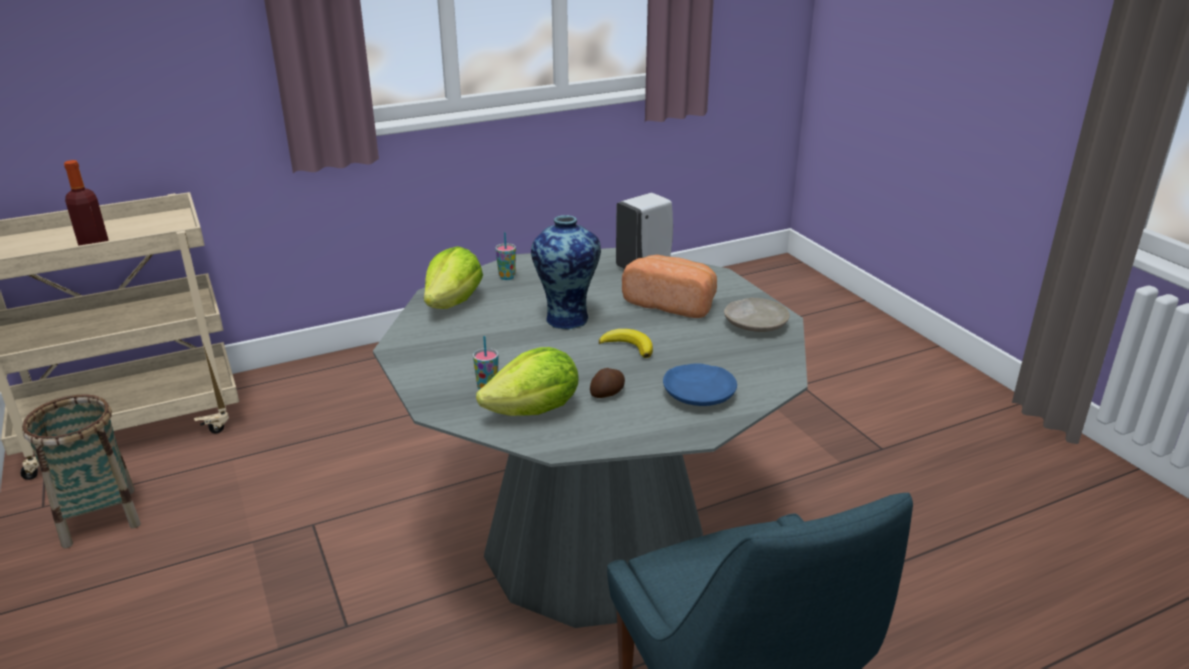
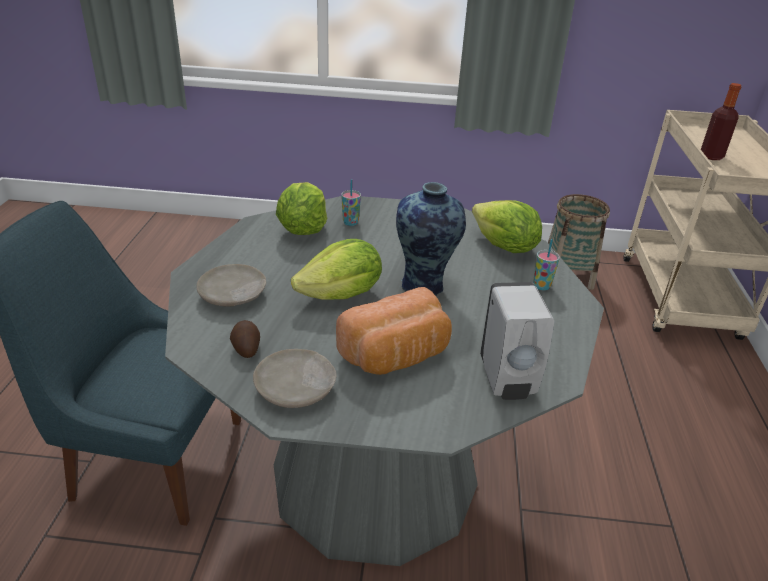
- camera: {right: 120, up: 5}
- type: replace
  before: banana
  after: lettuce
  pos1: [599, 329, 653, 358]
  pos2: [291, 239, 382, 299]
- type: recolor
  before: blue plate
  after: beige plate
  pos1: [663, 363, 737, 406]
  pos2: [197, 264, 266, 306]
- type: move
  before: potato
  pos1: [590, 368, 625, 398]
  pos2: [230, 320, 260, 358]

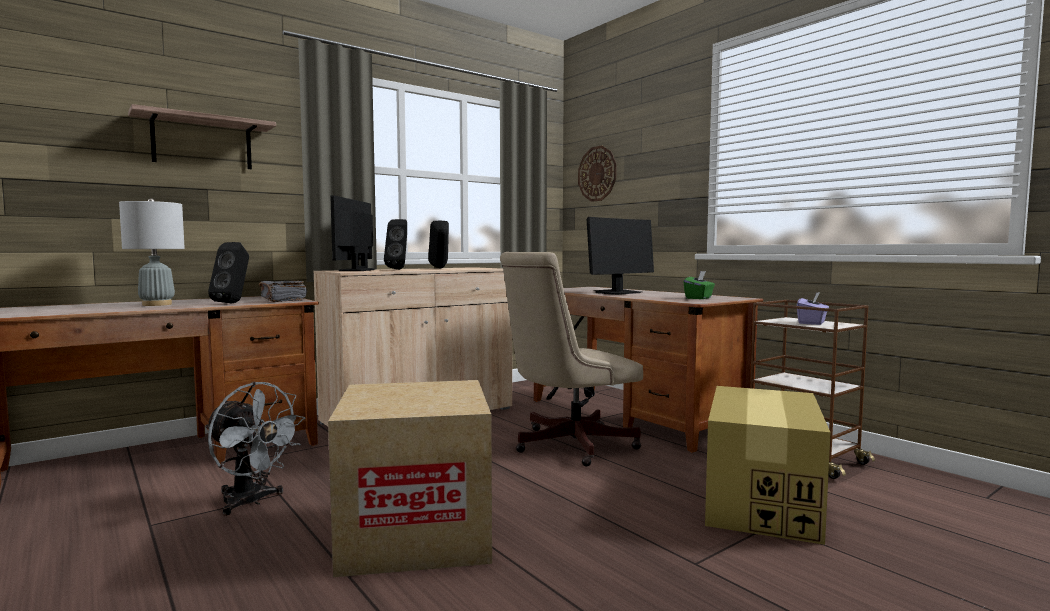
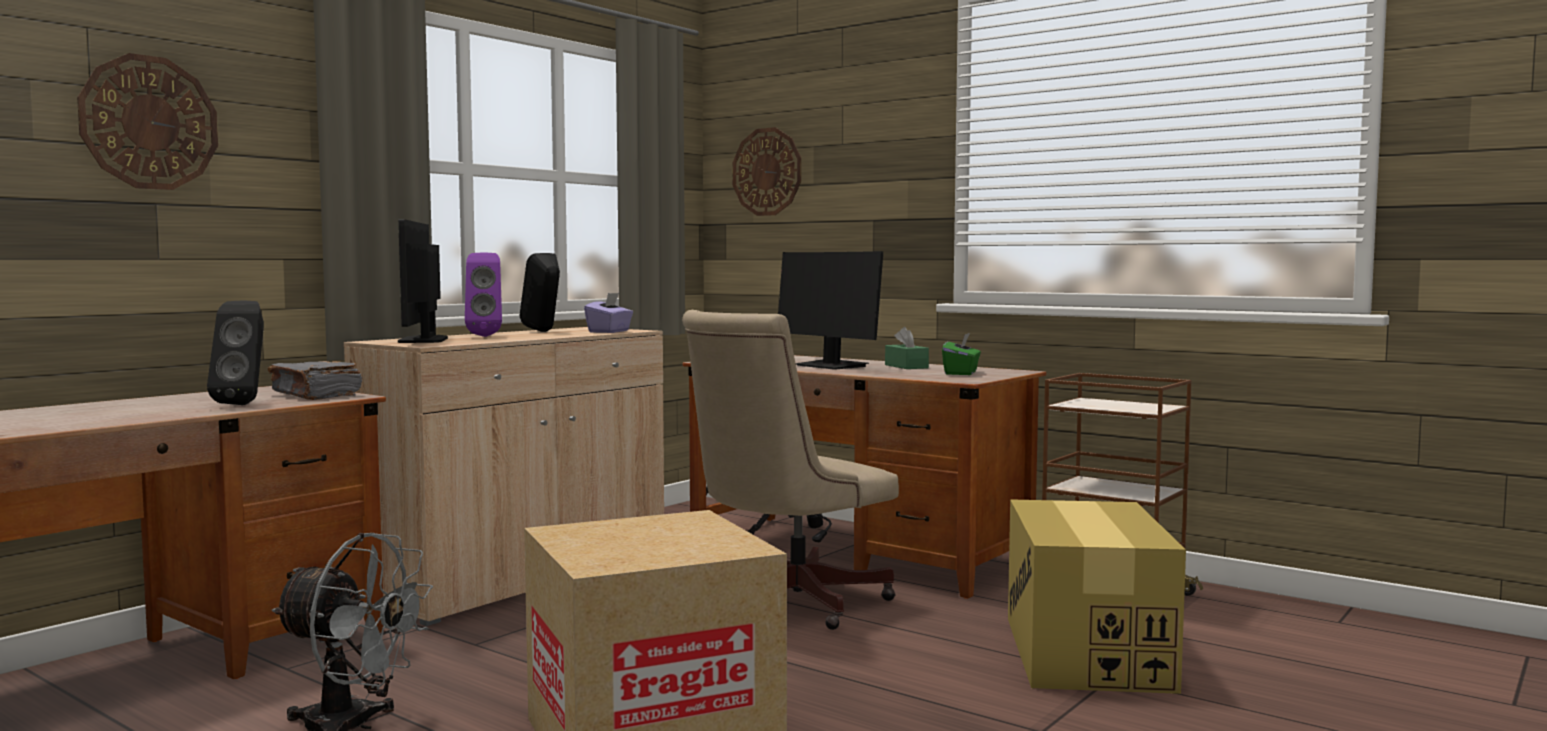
- camera: {right: -15, up: 0}
- type: replace
  before: shelf
  after: wall clock
  pos1: [128, 104, 276, 169]
  pos2: [77, 53, 218, 190]
- type: delete
  before: grey table lamp
  pos1: [119, 198, 185, 306]
- type: rotate
  before: monitor
  pos1: [587, 217, 654, 295]
  pos2: [778, 251, 883, 370]
  turn: 105
- type: recolor
  before: black speaker
  after: purple speaker
  pos1: [384, 219, 407, 270]
  pos2: [465, 253, 502, 337]
- type: move
  before: purple tissue box
  pos1: [797, 292, 829, 325]
  pos2: [584, 293, 633, 333]
- type: insert
  after: green tissue box
  pos2: [885, 327, 929, 369]

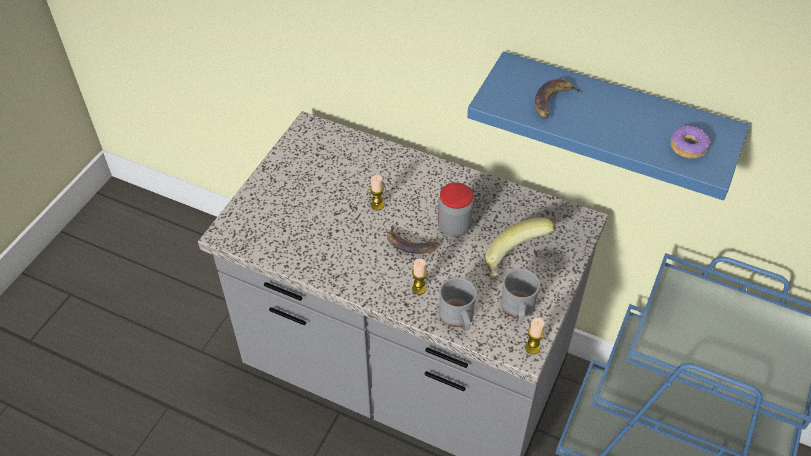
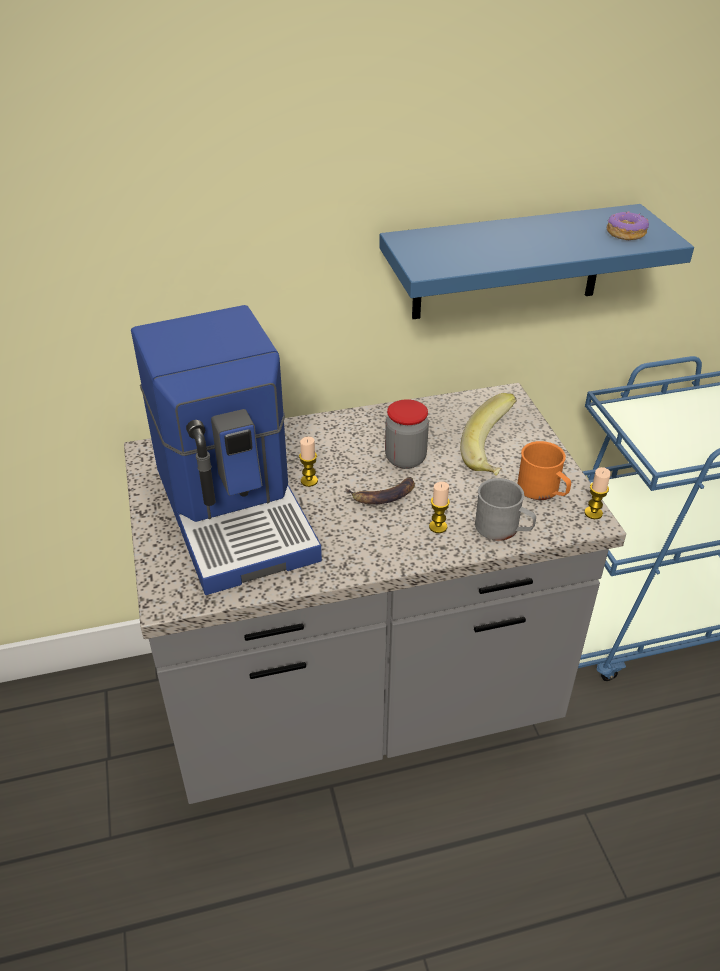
- camera: {right: -40, up: -10}
- type: delete
  before: banana
  pos1: [535, 79, 585, 119]
- type: recolor
  before: grey mug
  after: orange mug
  pos1: [501, 268, 540, 322]
  pos2: [517, 441, 571, 500]
- type: insert
  after: coffee machine
  pos2: [131, 305, 322, 595]

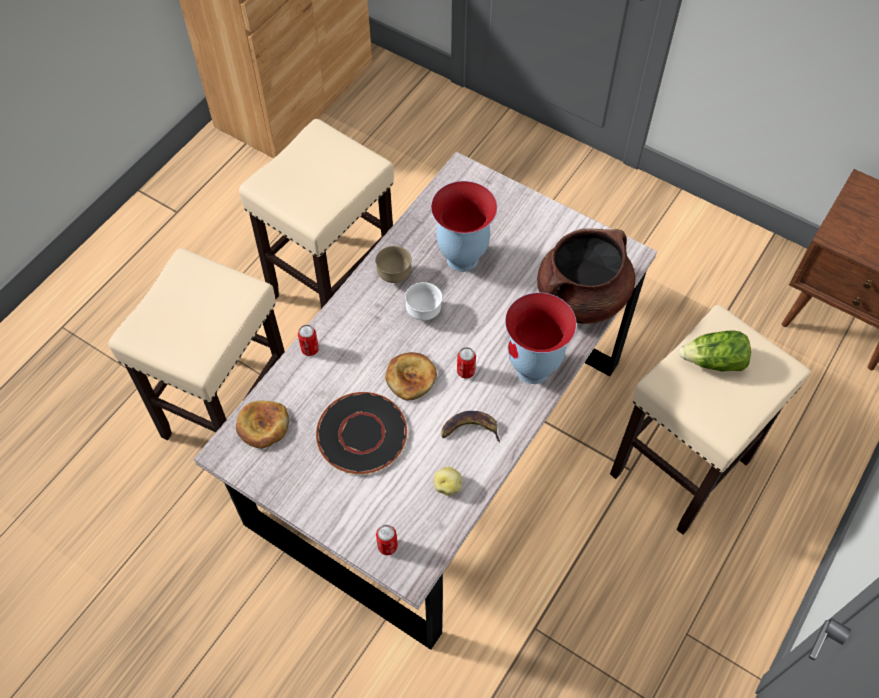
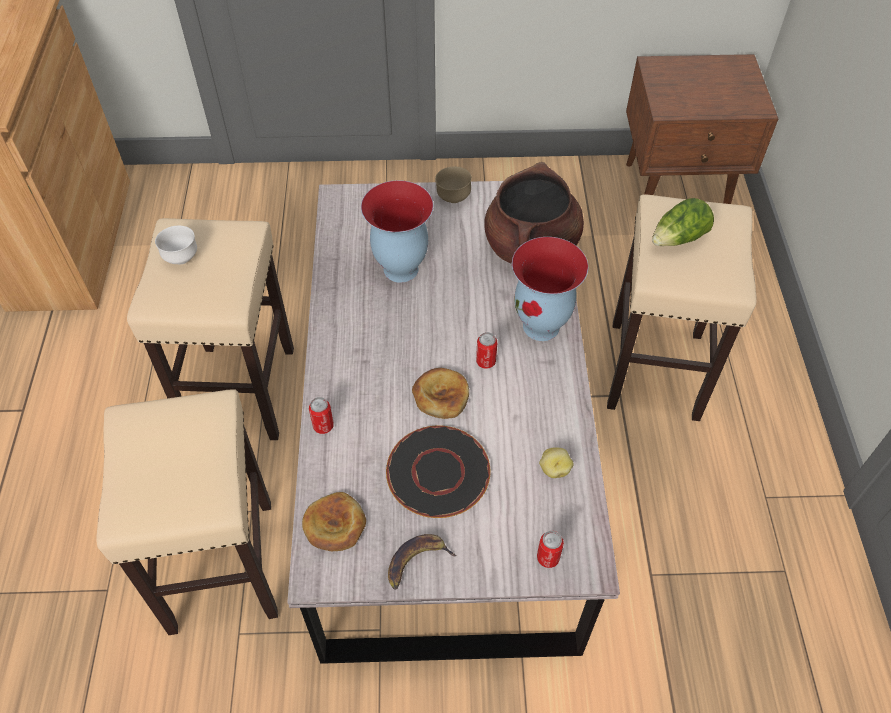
- camera: {right: -35, up: -5}
- type: move
  before: brown bowl
  pos1: [375, 246, 412, 283]
  pos2: [435, 167, 472, 203]
- type: move
  before: white bowl
  pos1: [405, 282, 442, 321]
  pos2: [155, 226, 197, 264]
- type: move
  before: banana
  pos1: [441, 411, 500, 442]
  pos2: [388, 534, 457, 590]

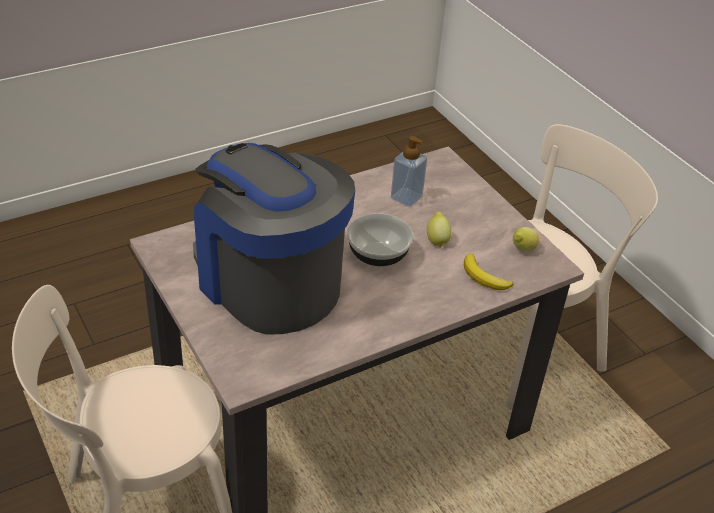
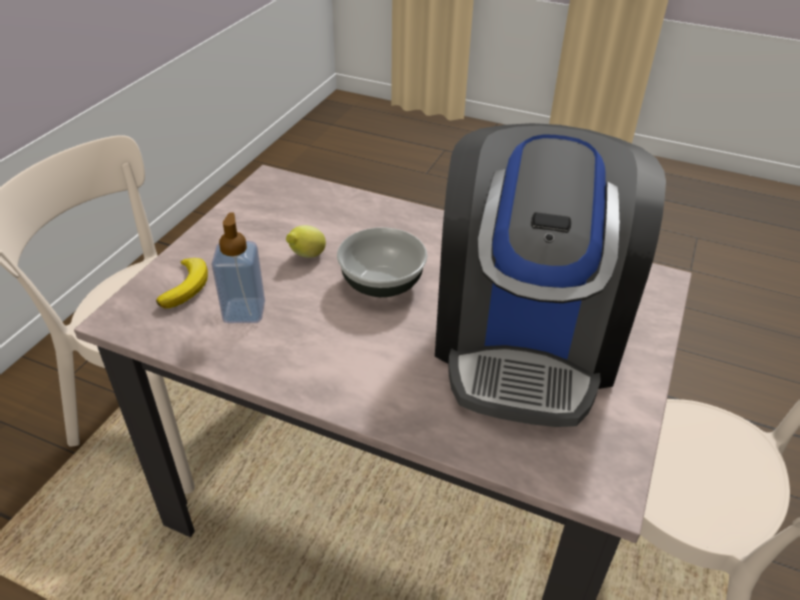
- camera: {right: -125, up: 0}
- type: delete
  before: lemon
  pos1: [513, 227, 539, 251]
- type: move
  before: banana
  pos1: [464, 254, 513, 290]
  pos2: [156, 258, 208, 309]

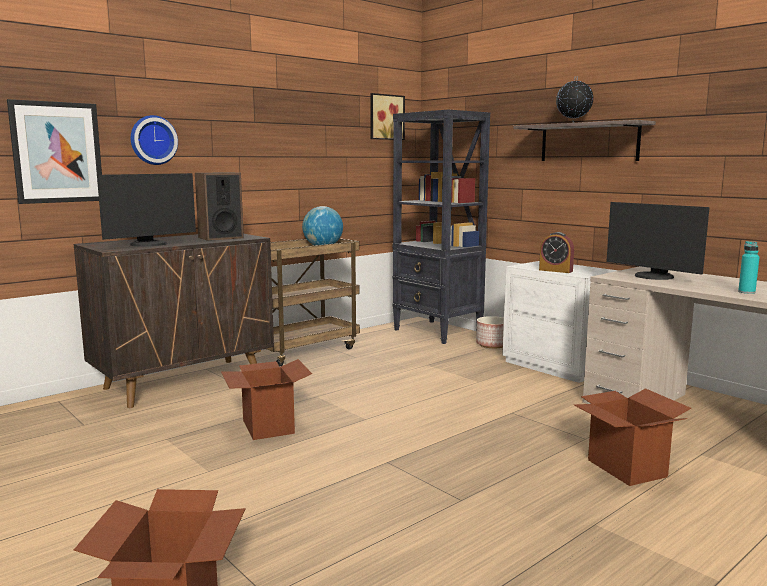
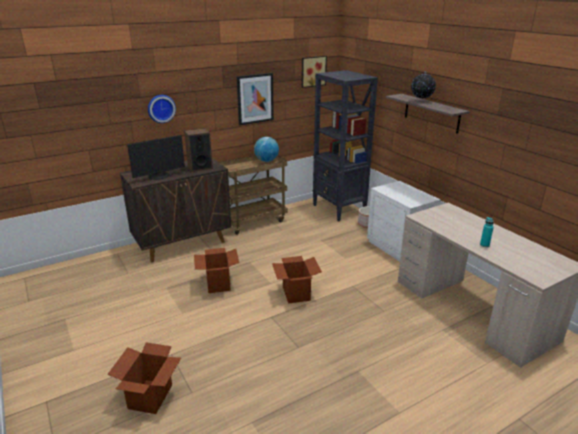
- camera: {right: 10, up: 15}
- type: move
  before: picture
  pos1: [7, 99, 102, 204]
  pos2: [237, 73, 274, 125]
- type: delete
  before: monitor
  pos1: [606, 202, 710, 280]
- type: delete
  before: alarm clock
  pos1: [539, 232, 574, 273]
- type: move
  before: cardboard box
  pos1: [574, 388, 691, 486]
  pos2: [272, 256, 322, 304]

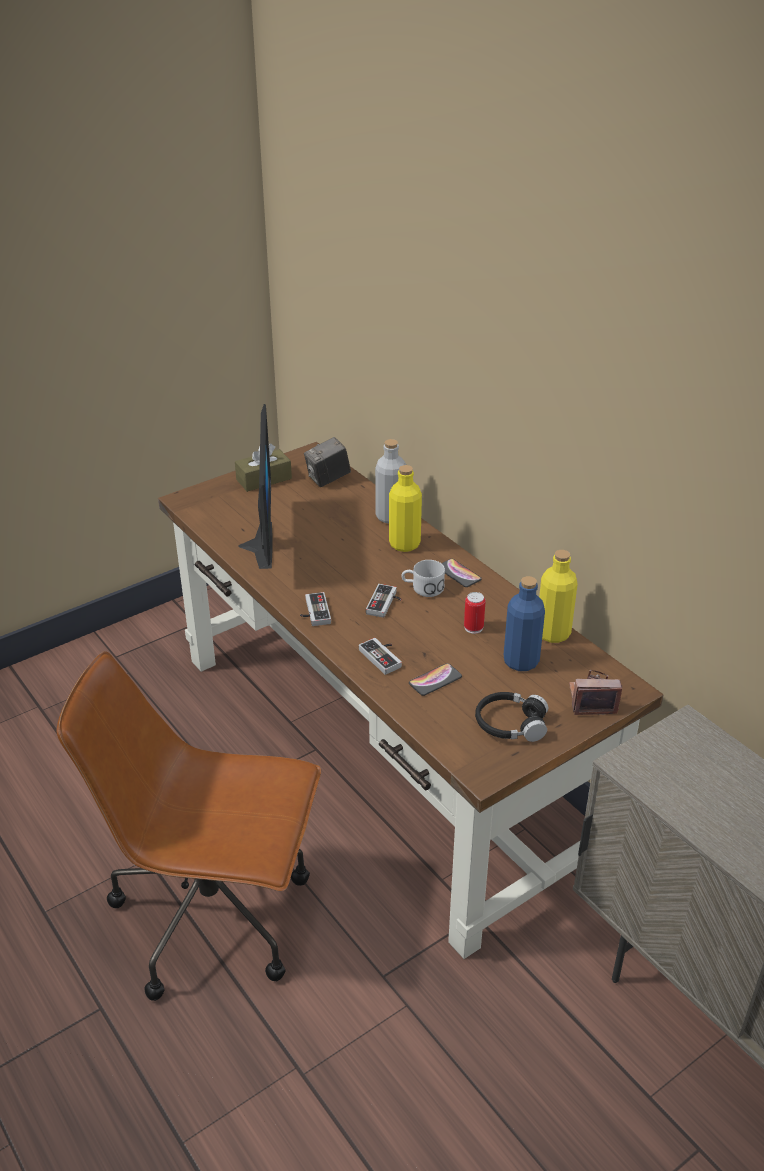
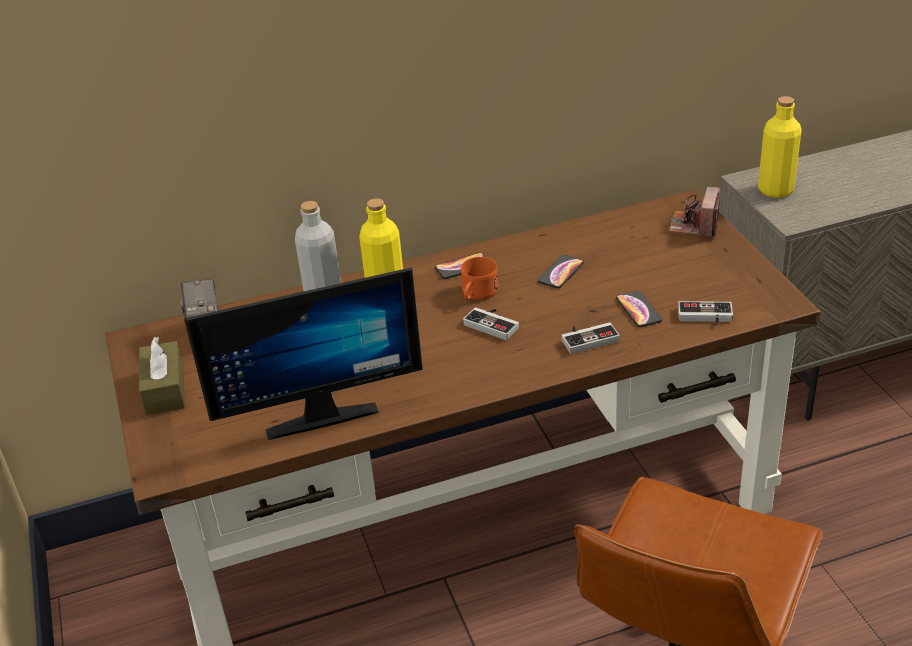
- camera: {right: -70, up: 0}
- type: rotate
  before: monitor
  pos1: [239, 404, 273, 569]
  pos2: [184, 267, 423, 440]
  turn: 150
- type: move
  before: yellow bottle
  pos1: [539, 550, 578, 643]
  pos2: [758, 96, 802, 198]
- type: recolor
  before: white mug
  after: orange mug
  pos1: [401, 560, 445, 597]
  pos2: [461, 257, 498, 300]
- type: delete
  before: blue bottle
  pos1: [504, 576, 545, 671]
- type: move
  before: game controller
  pos1: [300, 592, 331, 626]
  pos2: [678, 301, 733, 326]
- type: replace
  before: can
  after: phone
  pos1: [464, 592, 486, 634]
  pos2: [538, 255, 584, 288]
- type: delete
  before: black headphones
  pos1: [475, 692, 548, 742]

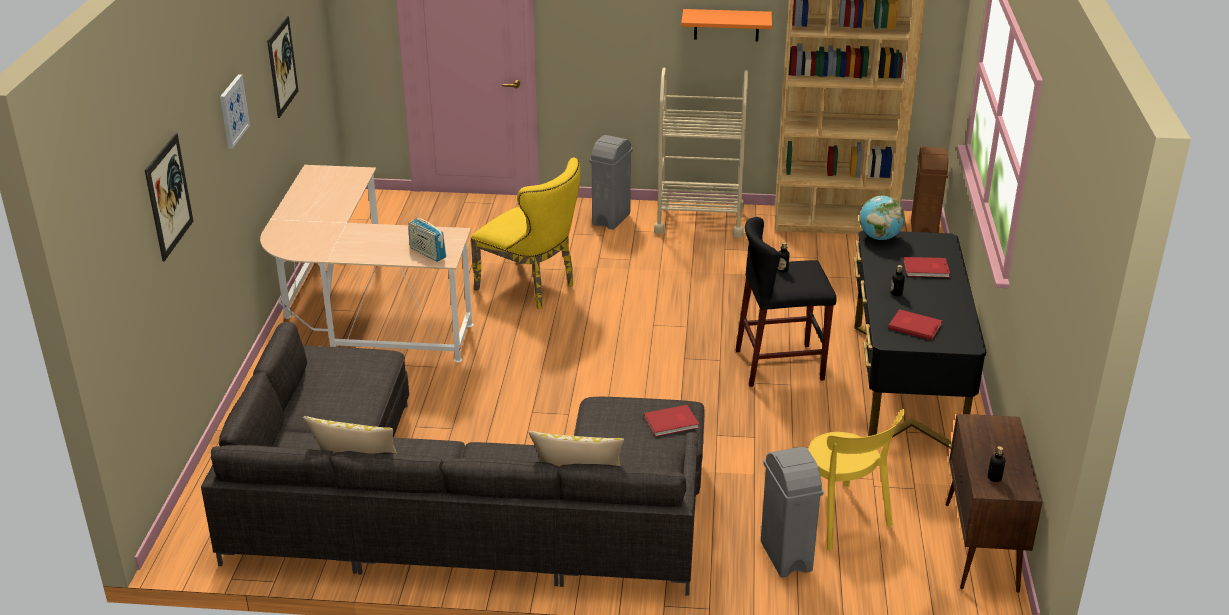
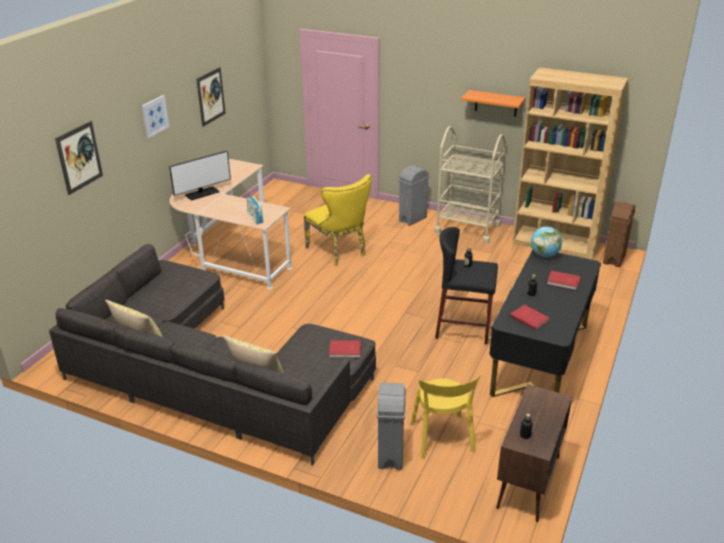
- camera: {right: 20, up: 0}
- type: insert
  after: monitor
  pos2: [169, 151, 231, 201]

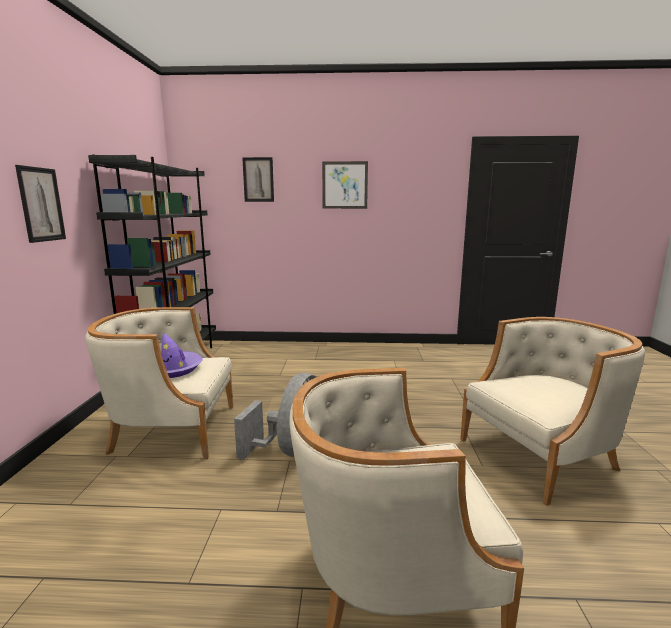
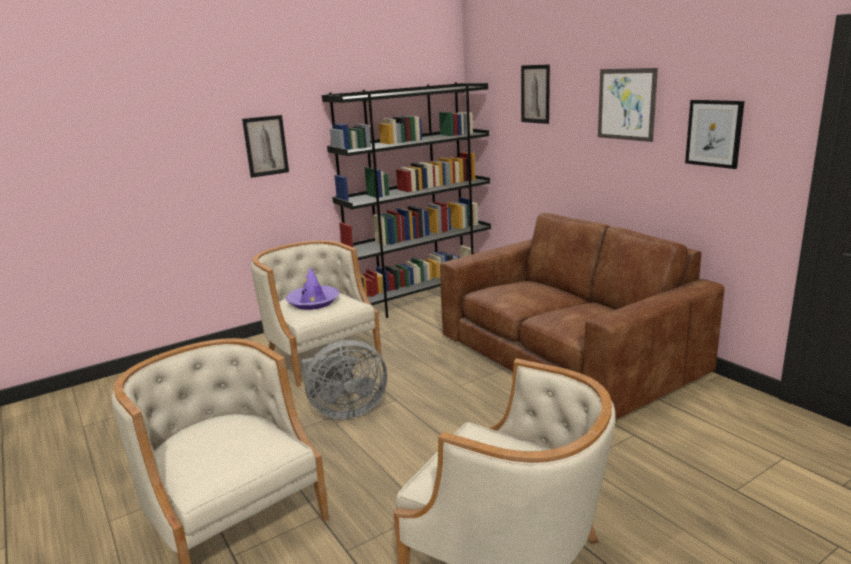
- camera: {right: 55, up: 5}
- type: insert
  after: picture
  pos2: [685, 100, 744, 169]
- type: insert
  after: brown sofa
  pos2: [440, 213, 724, 420]

